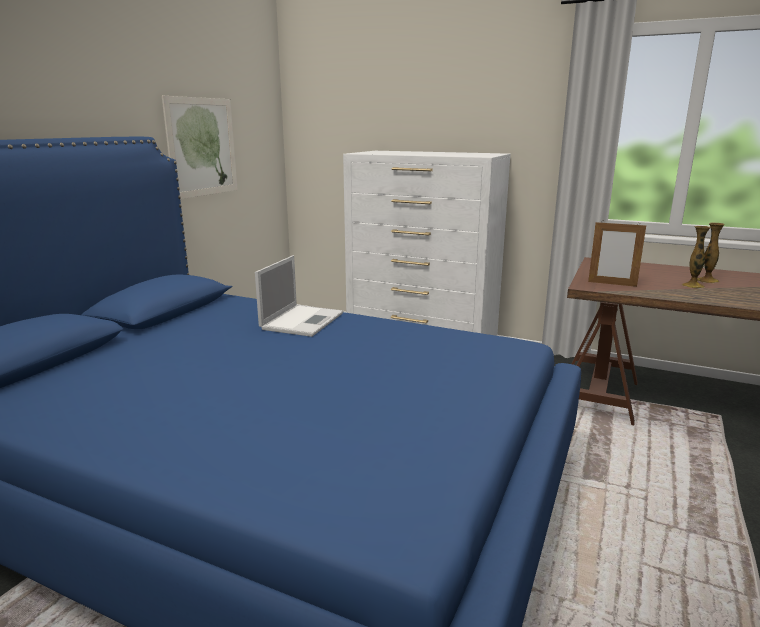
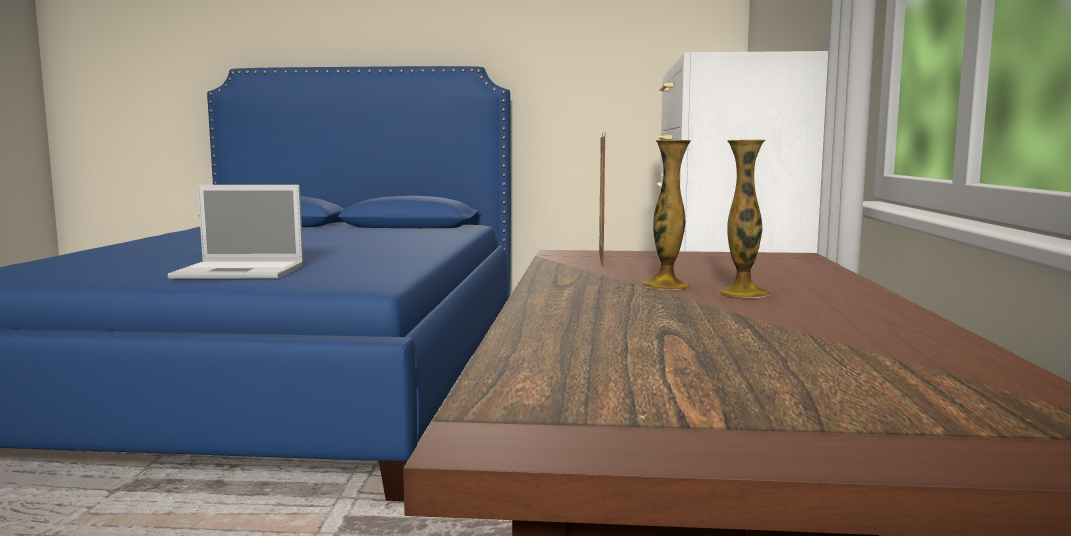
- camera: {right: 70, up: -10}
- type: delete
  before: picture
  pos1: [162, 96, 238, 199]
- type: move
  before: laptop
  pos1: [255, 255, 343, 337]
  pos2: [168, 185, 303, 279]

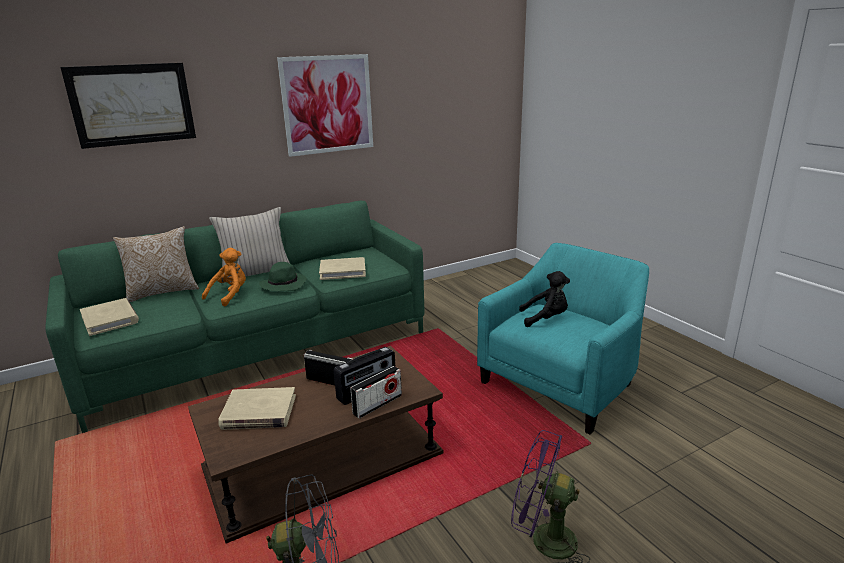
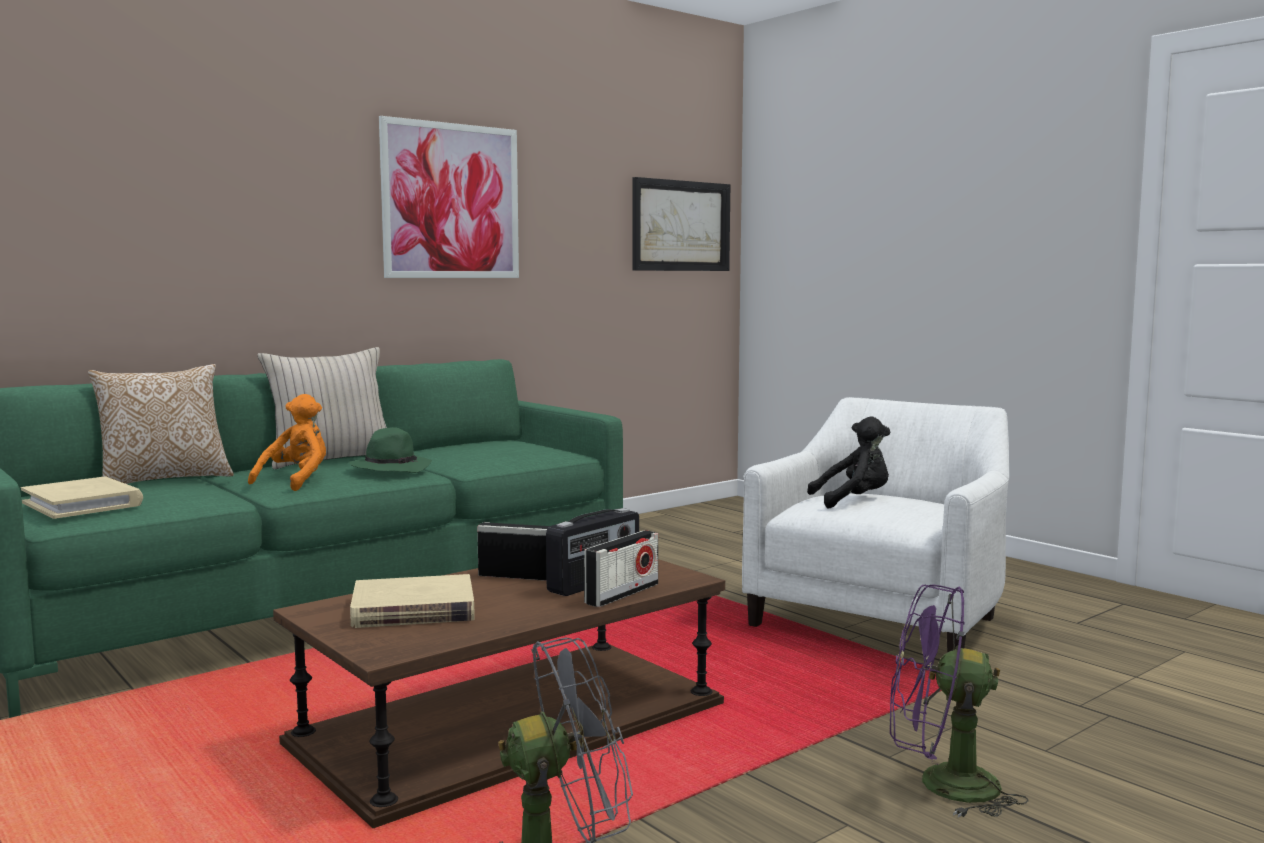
- camera: {right: -10, up: -15}
- type: move
  before: picture
  pos1: [60, 63, 196, 149]
  pos2: [633, 177, 730, 271]
- type: recolor
  before: turquoise armchair
  after: white armchair
  pos1: [477, 243, 649, 434]
  pos2: [742, 397, 1009, 653]
- type: delete
  before: beige book
  pos1: [319, 257, 366, 280]

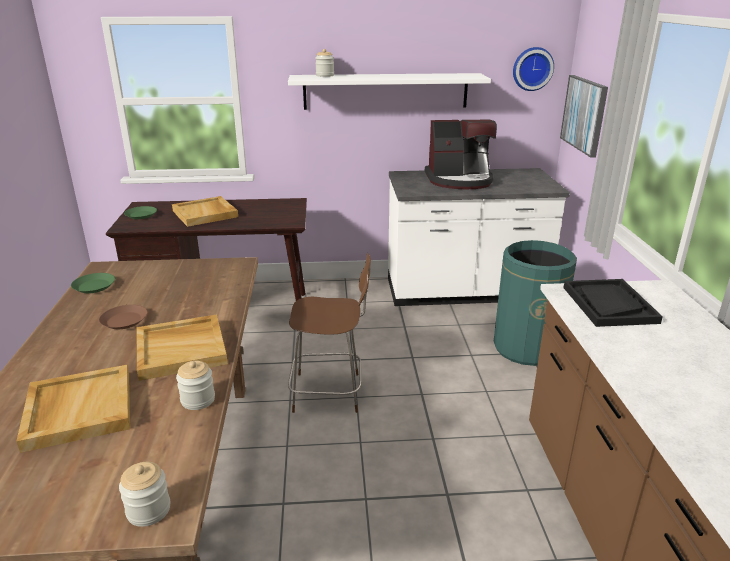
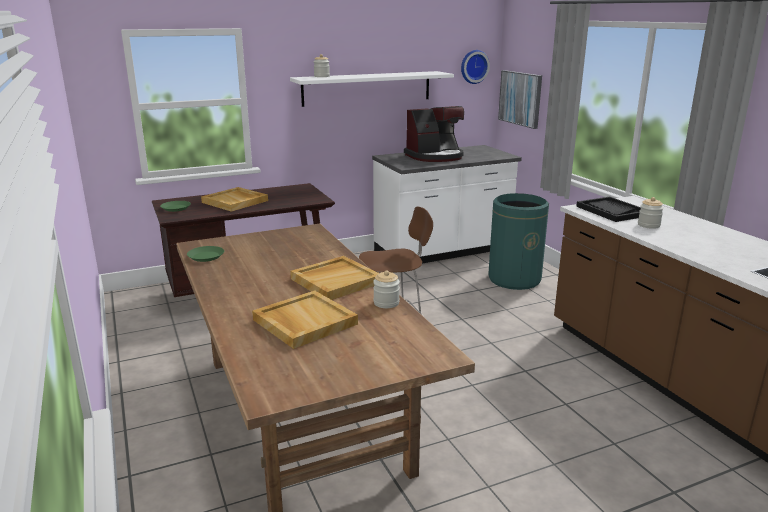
- camera: {right: -20, up: -5}
- type: delete
  before: brown plate
  pos1: [99, 305, 147, 329]
- type: move
  before: jar
  pos1: [119, 462, 170, 527]
  pos2: [638, 197, 664, 229]

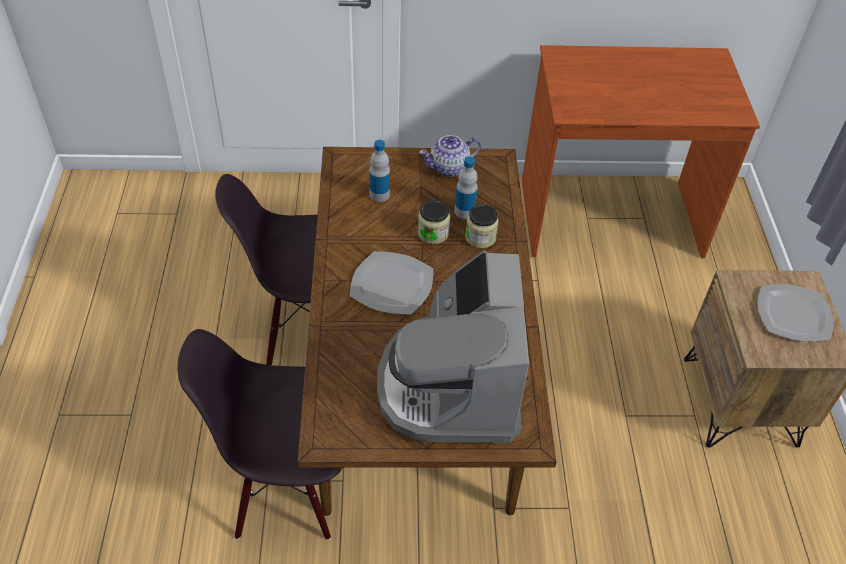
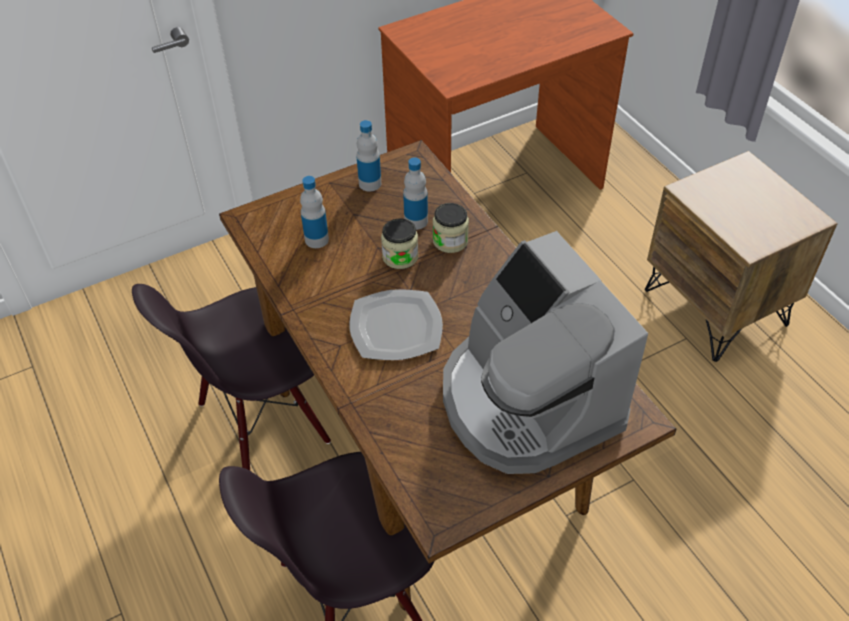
- camera: {right: -25, up: 0}
- type: replace
  before: teapot
  after: bottle
  pos1: [419, 135, 481, 177]
  pos2: [356, 120, 381, 192]
- type: delete
  before: plate
  pos1: [758, 284, 834, 342]

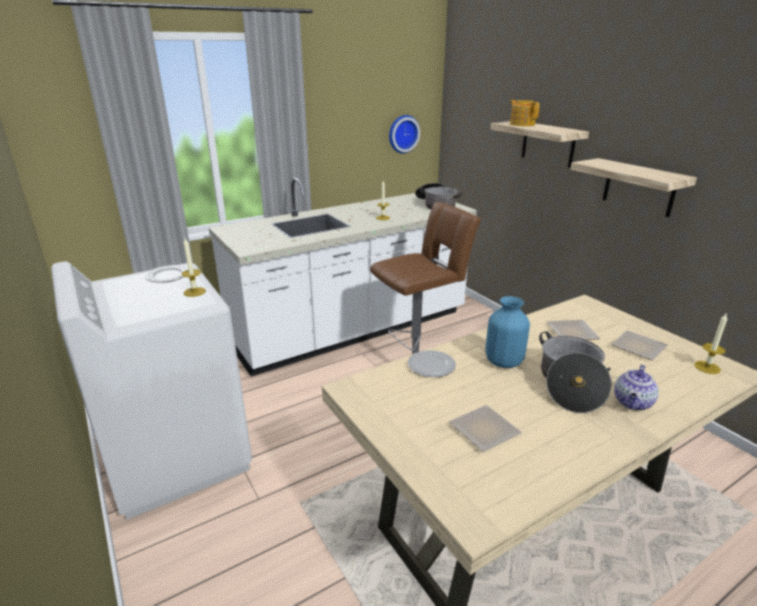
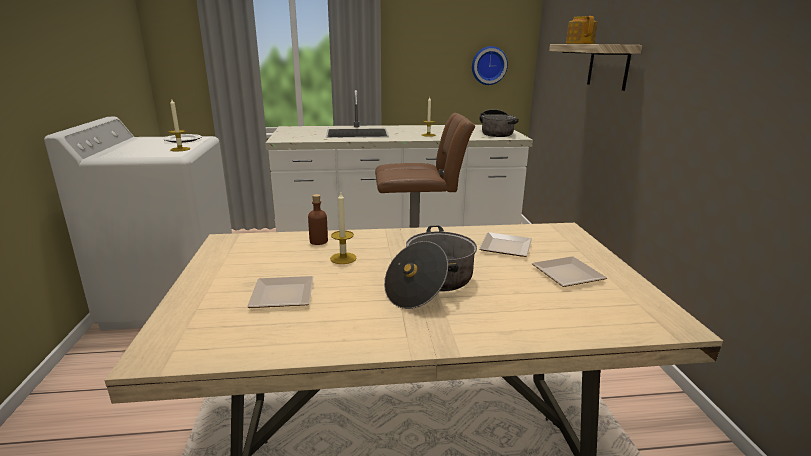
- camera: {right: 25, up: -5}
- type: delete
  before: shelf
  pos1: [570, 158, 697, 217]
- type: delete
  before: blue vase
  pos1: [485, 296, 530, 368]
- type: move
  before: candle
  pos1: [694, 314, 727, 374]
  pos2: [330, 191, 357, 264]
- type: replace
  before: plate
  after: brown bottle
  pos1: [408, 350, 456, 377]
  pos2: [308, 194, 328, 245]
- type: delete
  before: teapot
  pos1: [614, 365, 659, 411]

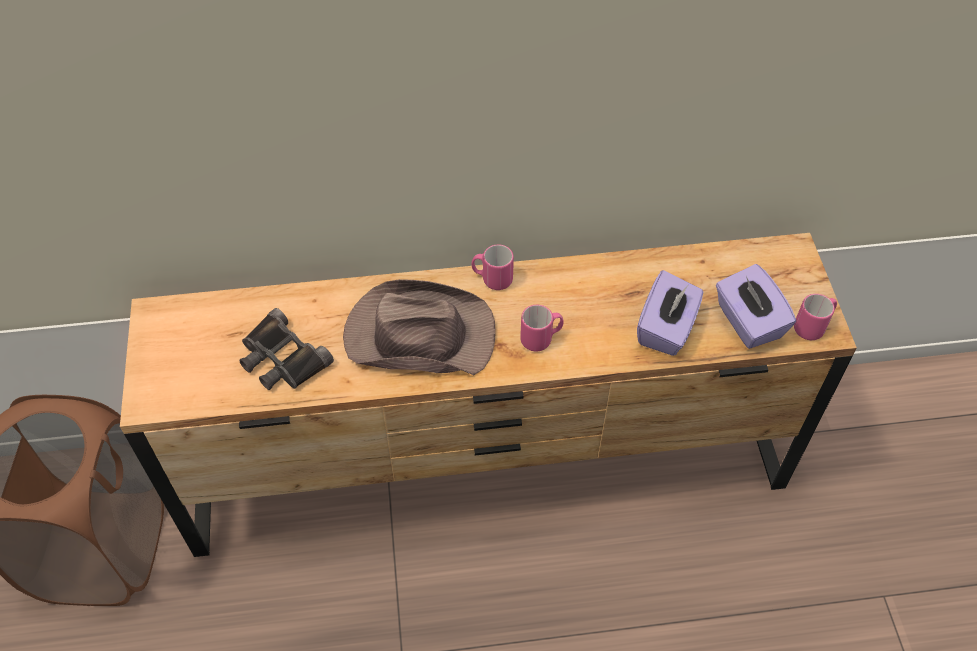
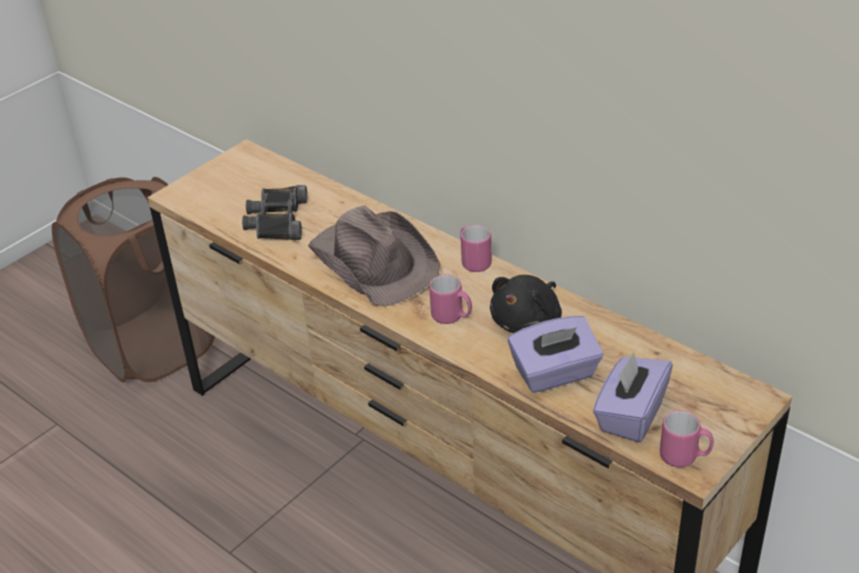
- camera: {right: 50, up: -15}
- type: insert
  after: black plush toy
  pos2: [490, 275, 562, 333]

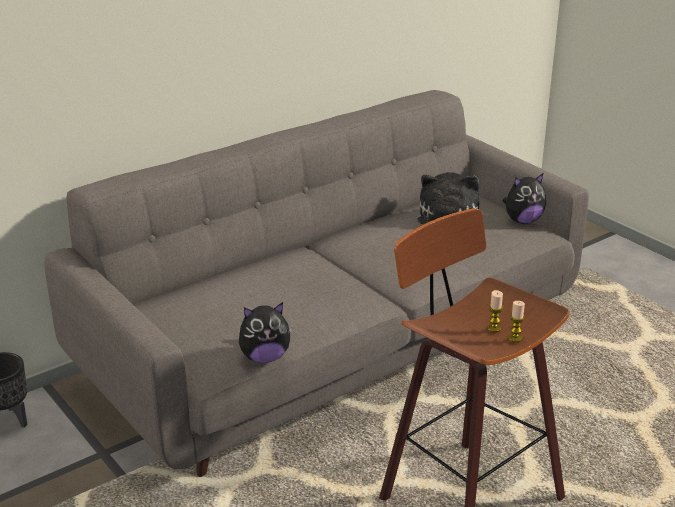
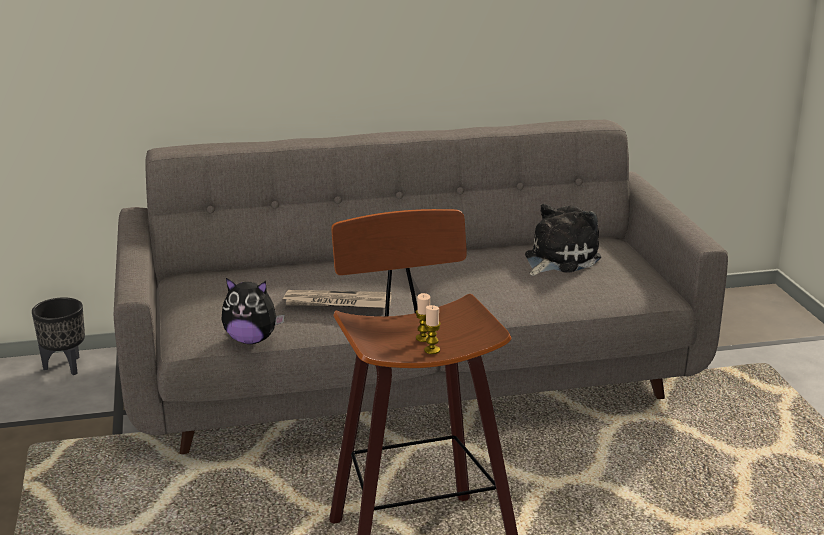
- camera: {right: 25, up: -5}
- type: delete
  before: plush toy
  pos1: [503, 174, 546, 224]
- type: insert
  after: newspaper
  pos2: [281, 290, 392, 308]

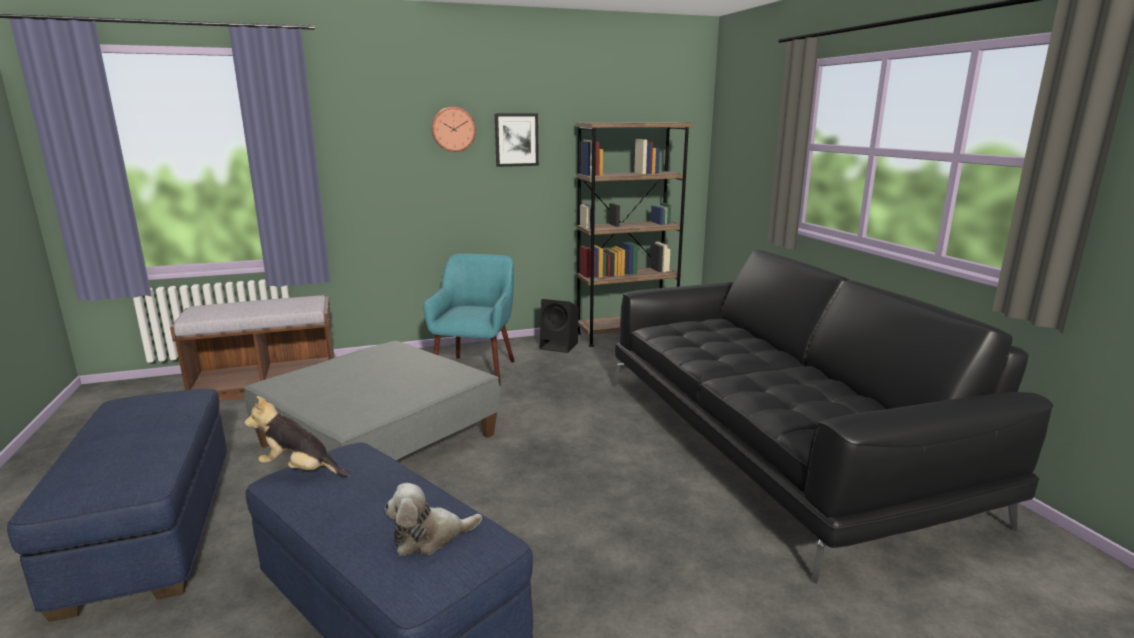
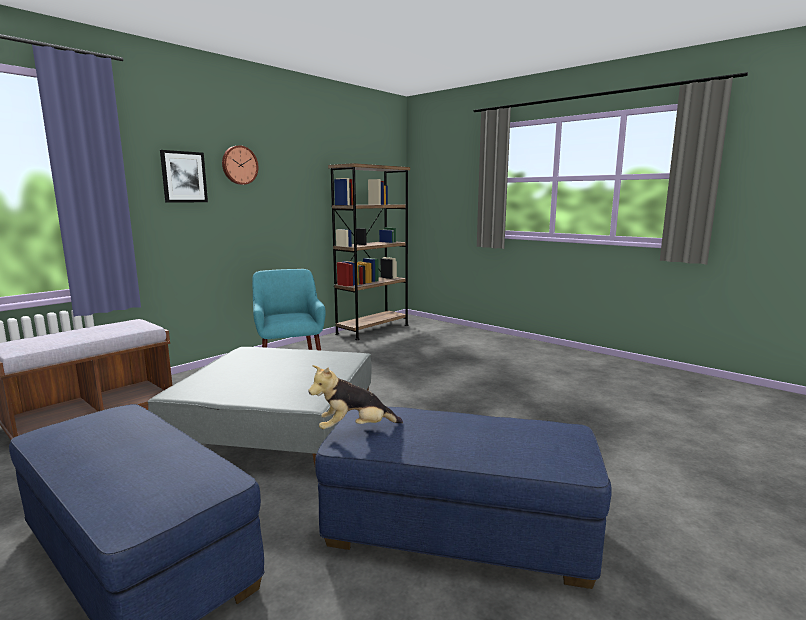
- camera: {right: -30, up: -5}
- type: move
  before: picture
  pos1: [495, 114, 539, 167]
  pos2: [160, 150, 208, 203]
- type: delete
  before: black sofa
  pos1: [613, 250, 1053, 584]
- type: delete
  before: black speaker
  pos1: [539, 299, 578, 353]
- type: delete
  before: plush toy
  pos1: [385, 483, 482, 555]

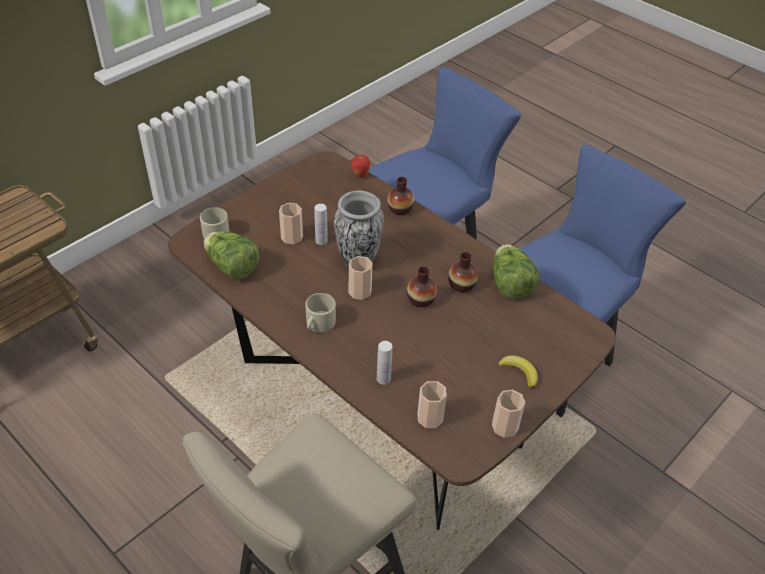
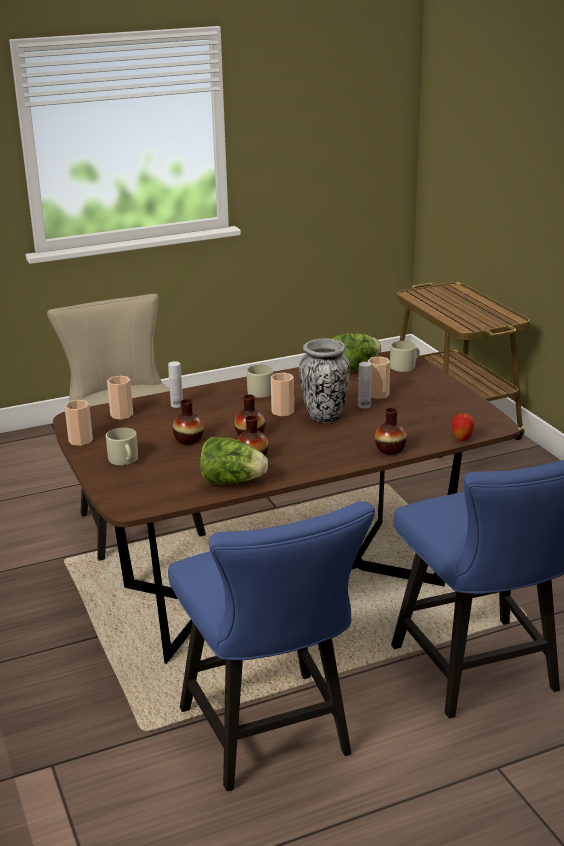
- camera: {right: 115, up: -20}
- type: replace
  before: banana
  after: beige mug
  pos1: [498, 355, 538, 388]
  pos2: [106, 427, 138, 465]
- type: insert
  after: vase
  pos2: [173, 399, 204, 445]

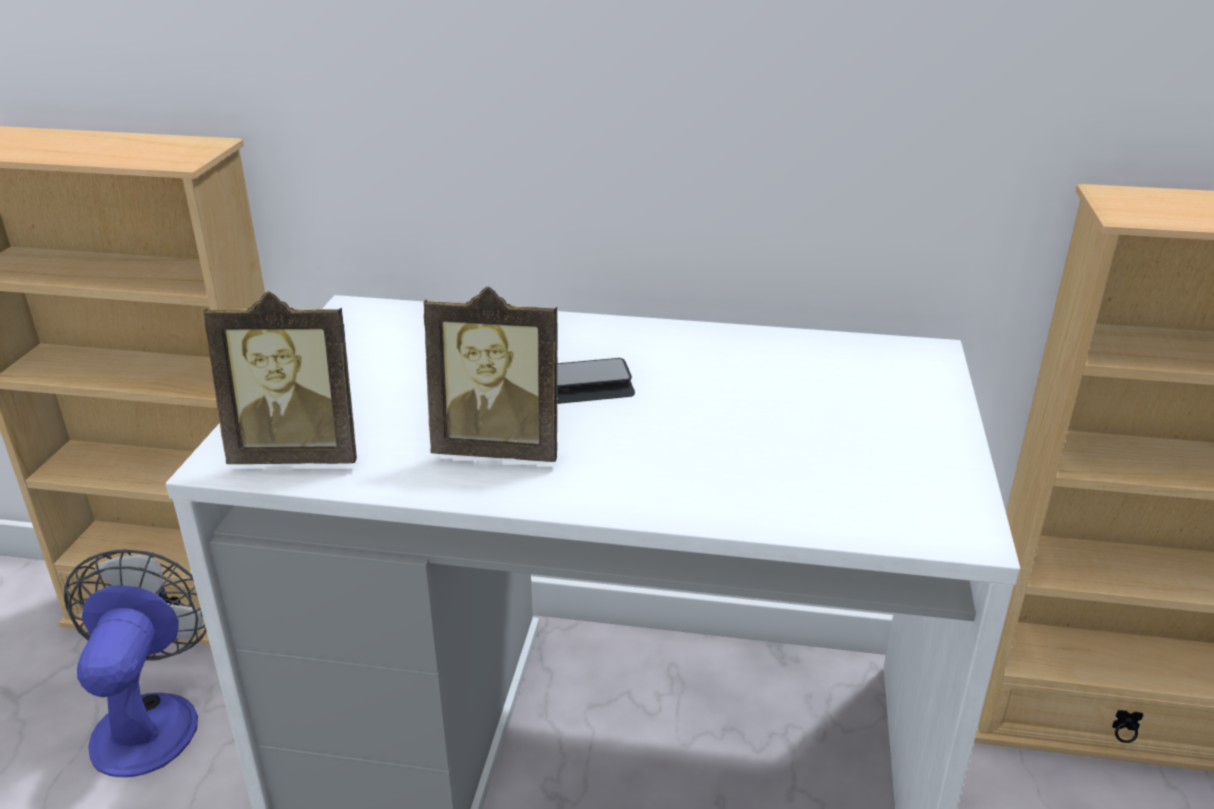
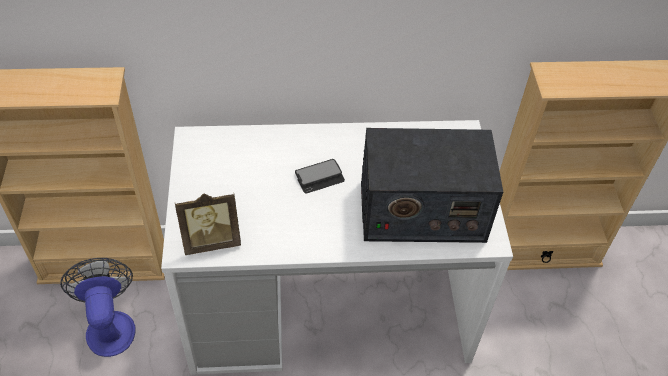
- camera: {right: -15, up: 20}
- type: delete
  before: picture frame
  pos1: [424, 286, 558, 462]
- type: insert
  after: radio
  pos2: [361, 128, 503, 243]

